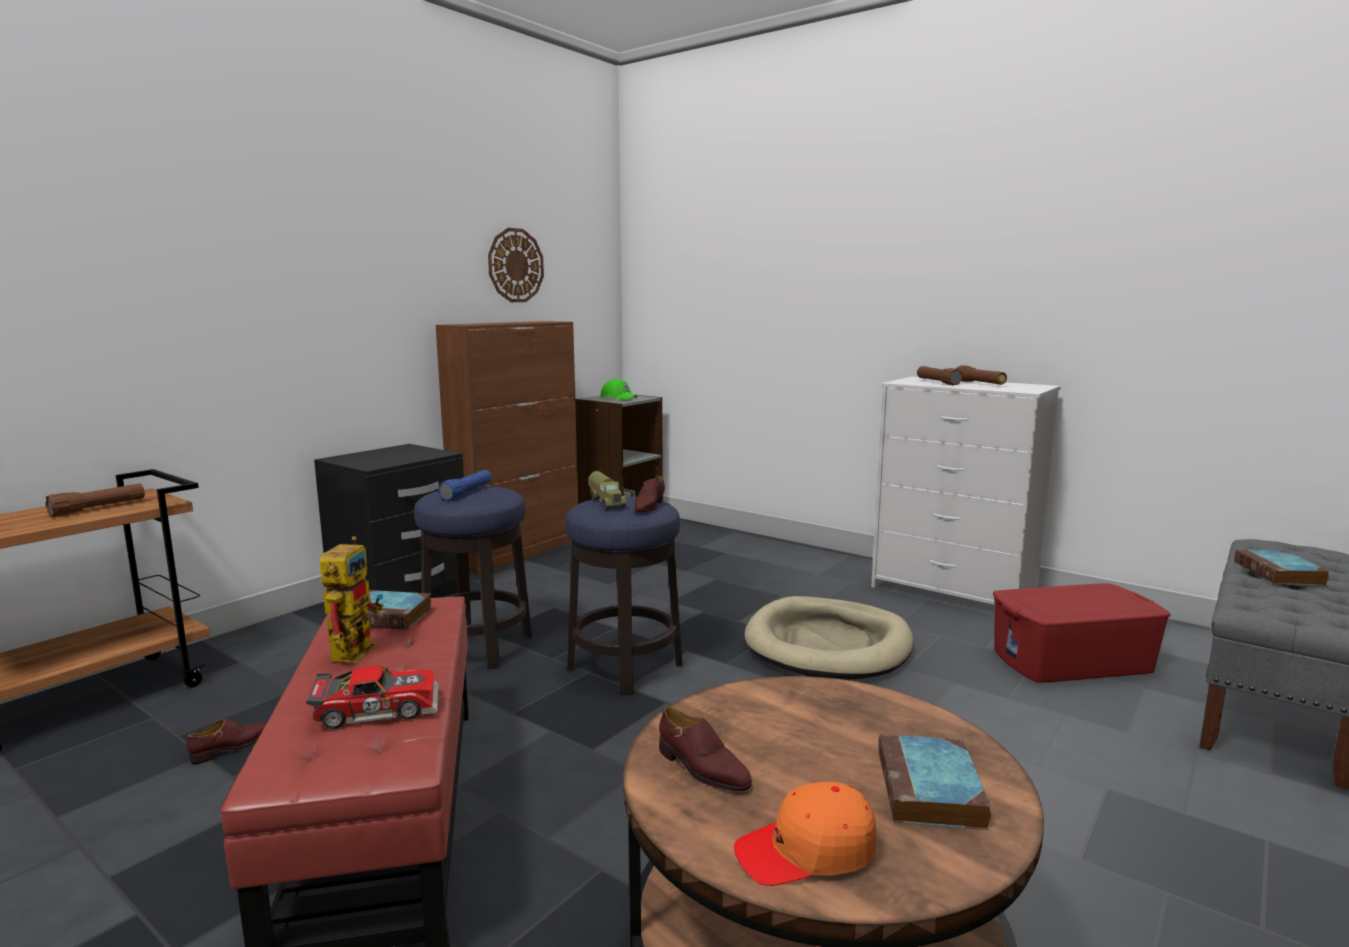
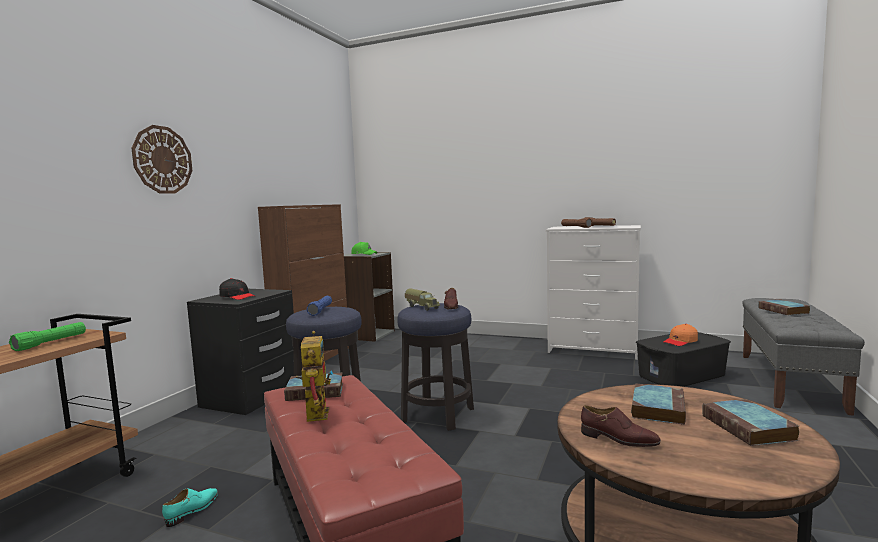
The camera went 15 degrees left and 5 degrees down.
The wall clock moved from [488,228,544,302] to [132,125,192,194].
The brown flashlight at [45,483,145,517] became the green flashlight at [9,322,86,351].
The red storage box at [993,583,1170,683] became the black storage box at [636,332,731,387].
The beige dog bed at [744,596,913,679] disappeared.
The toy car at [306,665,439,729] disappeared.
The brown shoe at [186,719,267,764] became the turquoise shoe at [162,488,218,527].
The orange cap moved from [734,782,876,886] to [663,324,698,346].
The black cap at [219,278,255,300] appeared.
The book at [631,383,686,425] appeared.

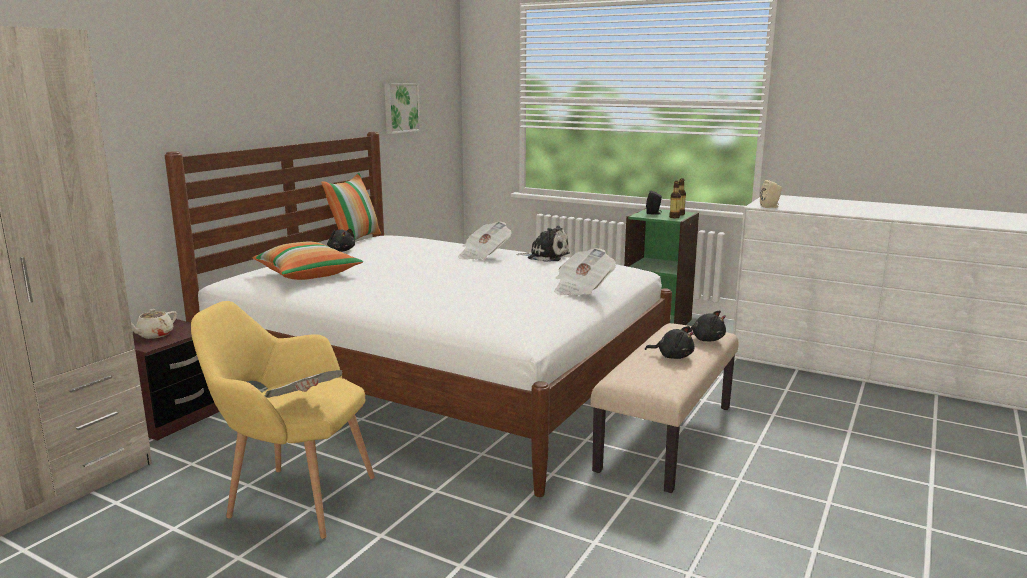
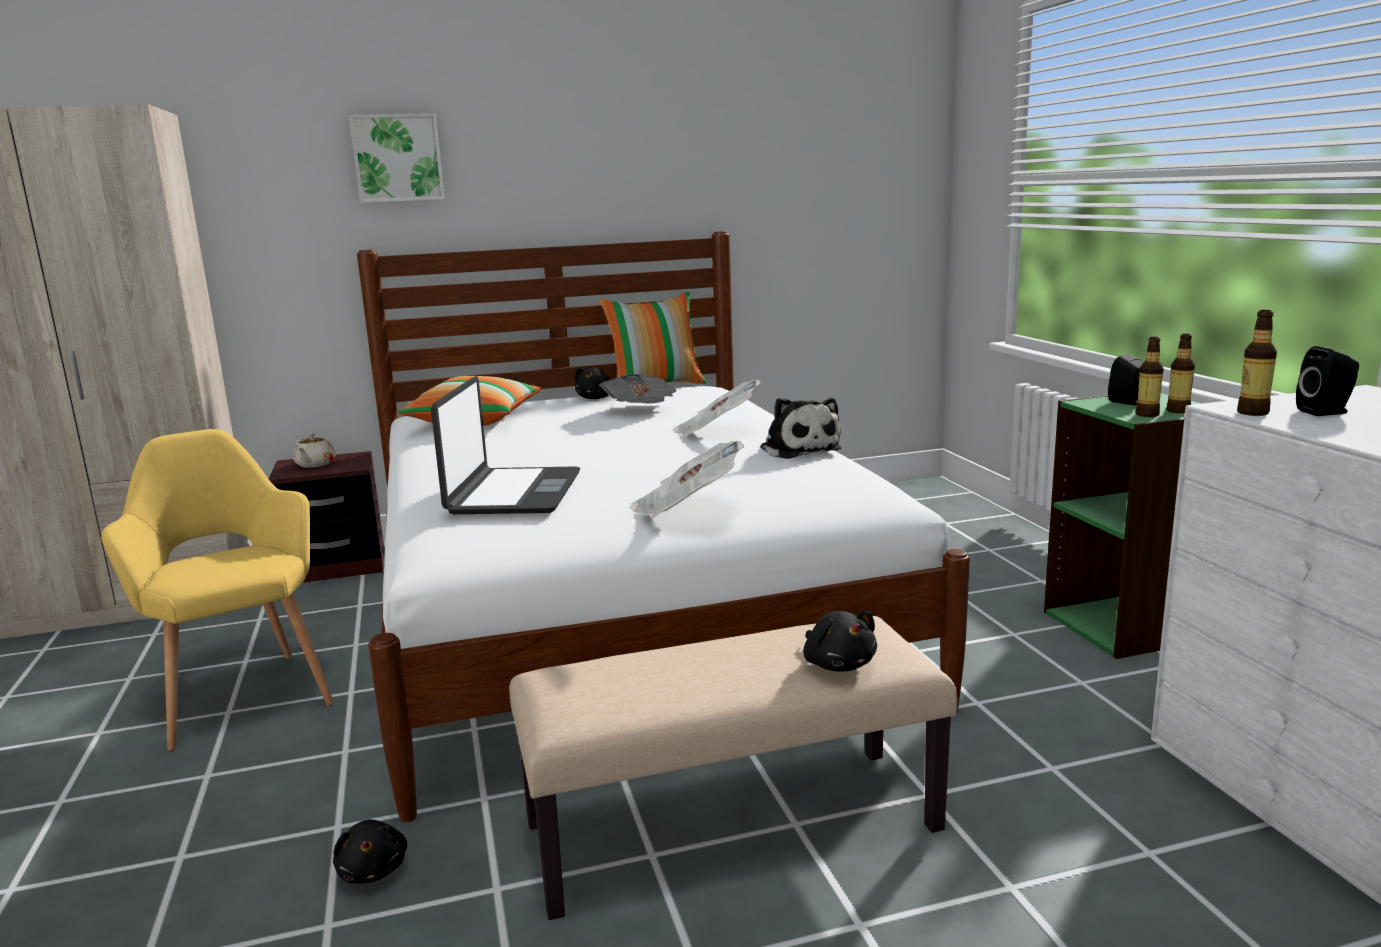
The camera went 45 degrees right and 0 degrees up.
The picture moved from [384,83,420,134] to [349,113,445,203].
The beige speaker at [760,180,782,208] was replaced by the bottle at [1237,310,1277,416].
The beige teapot at [131,309,177,339] turned 75 degrees counterclockwise.
The black plush toy moved from [645,326,694,359] to [333,820,407,884].
The newspaper moved from [265,370,343,398] to [599,374,676,403].
The black speaker at [1296,346,1359,416] appeared.
The laptop at [431,376,580,514] appeared.

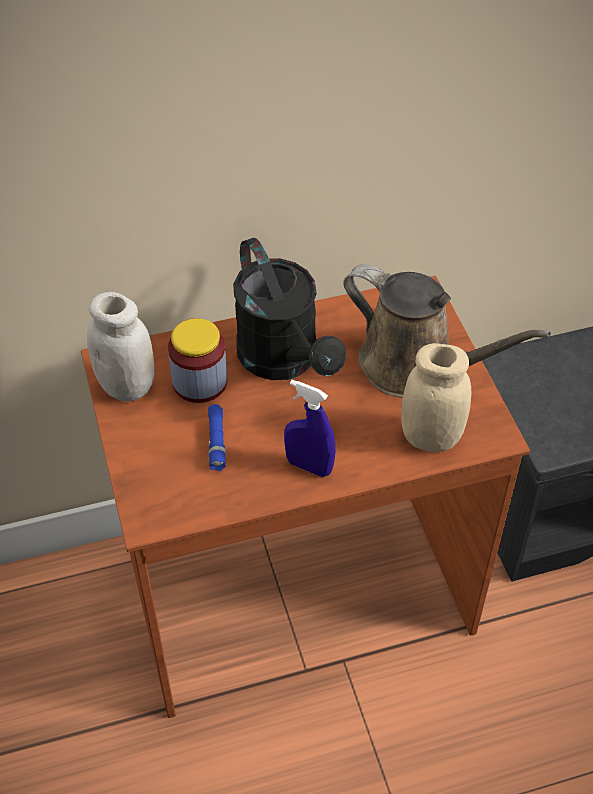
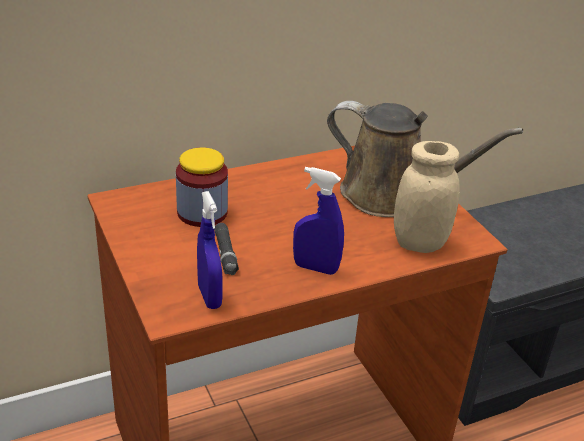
The camera went 10 degrees left and 15 degrees down.
The black watering can at [233,238,346,380] disappeared.
The white jar at [87,292,155,401] disappeared.
The blue flashlight at [208,404,226,471] became the black flashlight at [214,223,239,275].
The blue spray bottle at [197,191,223,309] appeared.

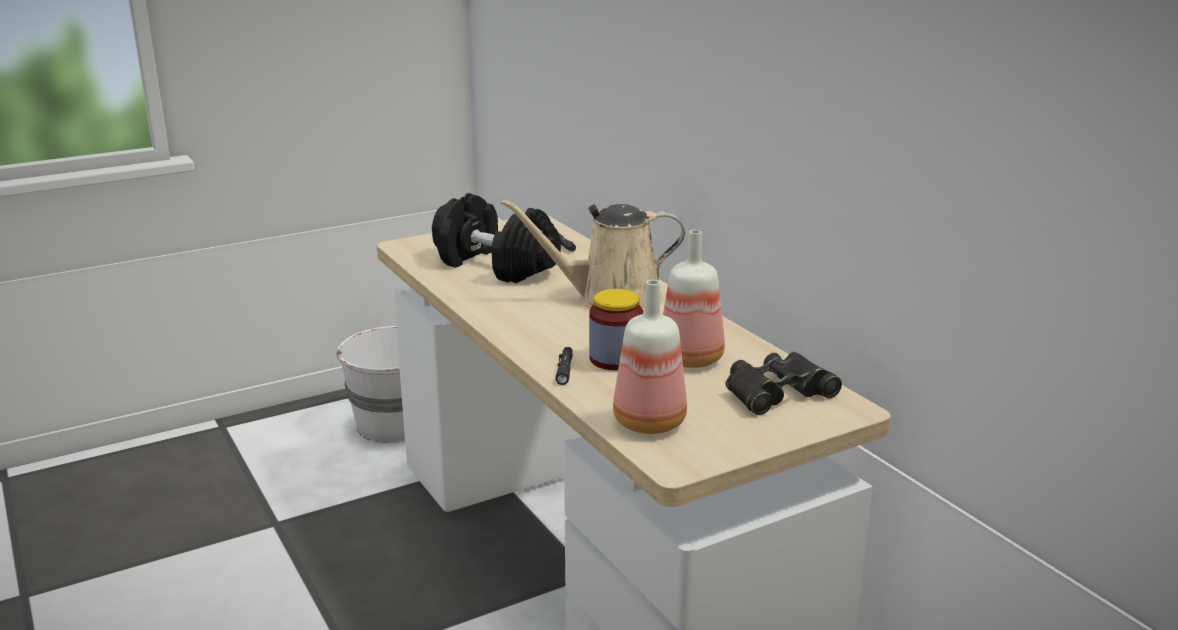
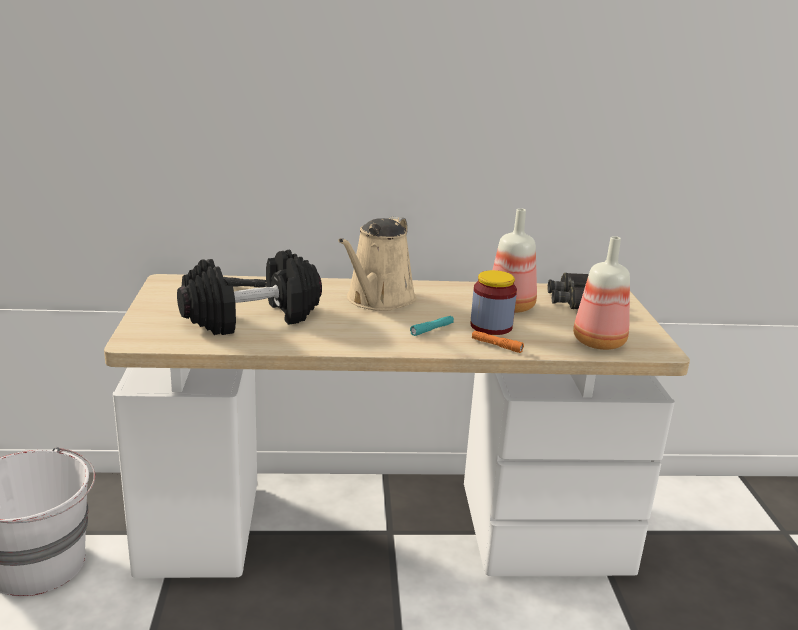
The camera went 65 degrees left and 0 degrees up.
The black flashlight at [556,347,573,385] became the orange flashlight at [472,331,524,353].
The turquoise flashlight at [410,316,454,336] appeared.

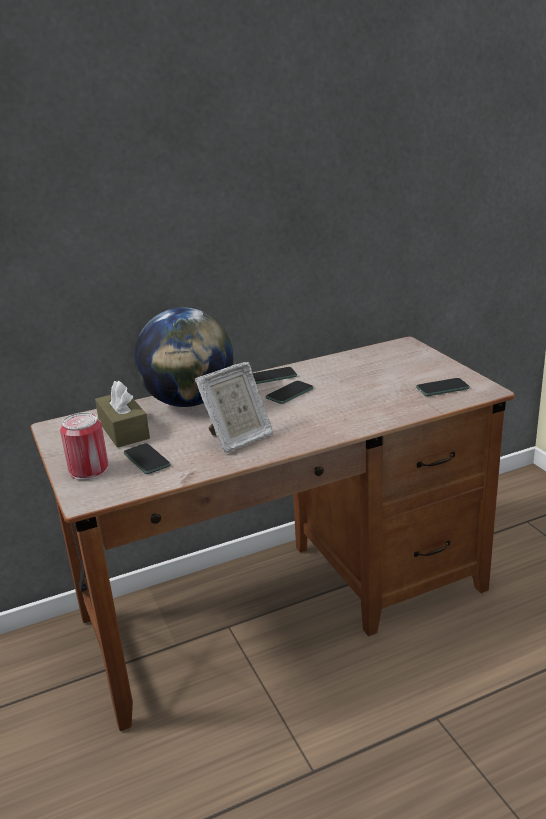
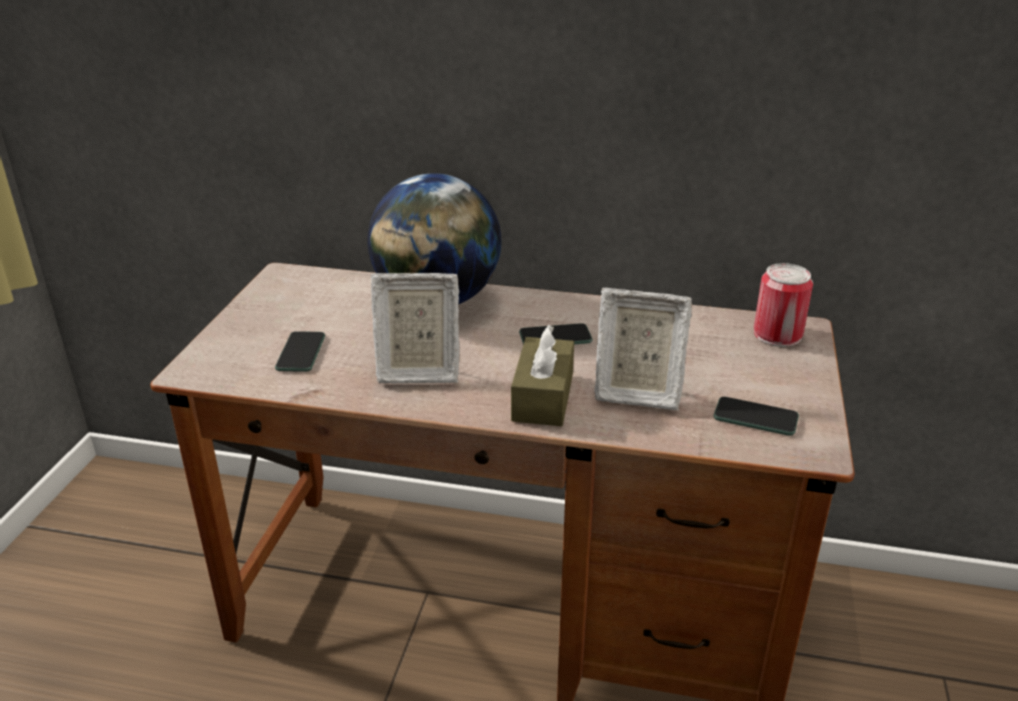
The camera went 35 degrees right and 5 degrees up.
The phone at [252,367,297,384] disappeared.
The brown tissue box moved from [95,380,150,448] to [511,325,574,426].
The can moved from [60,412,108,480] to [754,263,813,347].
The picture frame at [594,288,692,410] appeared.

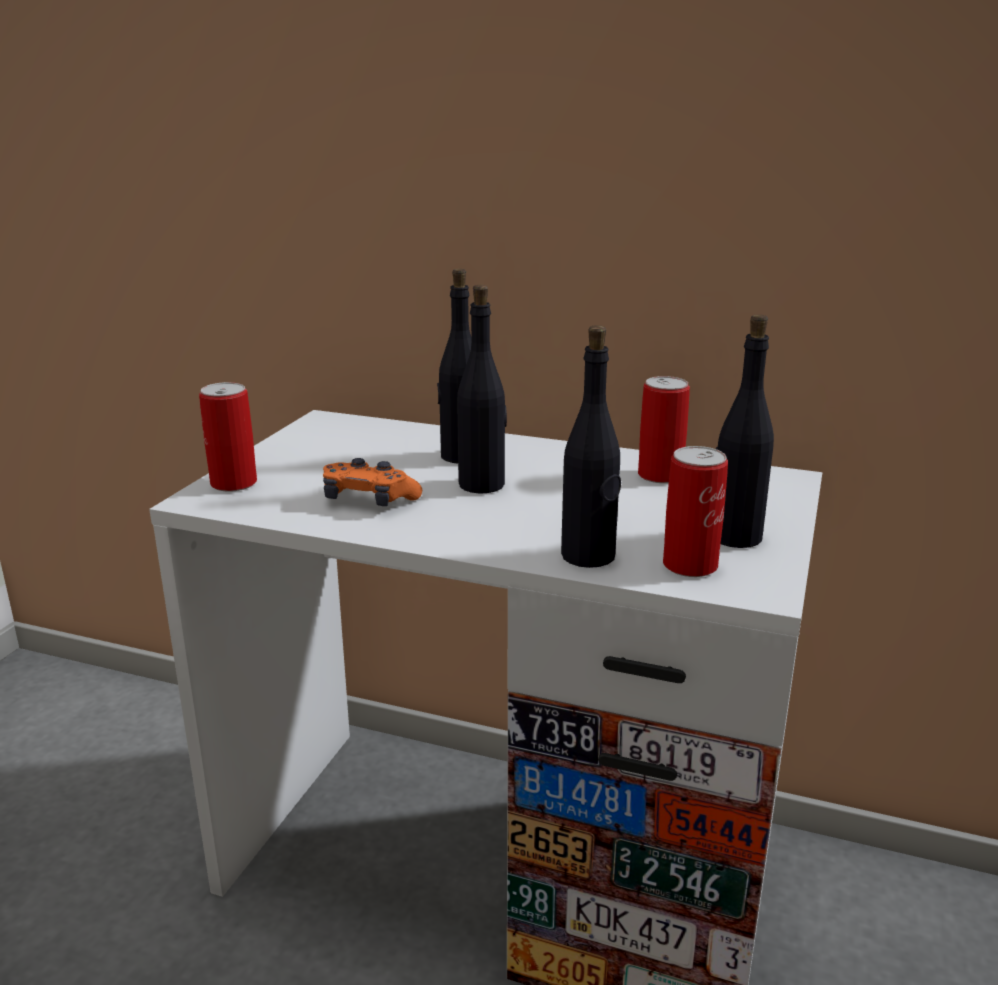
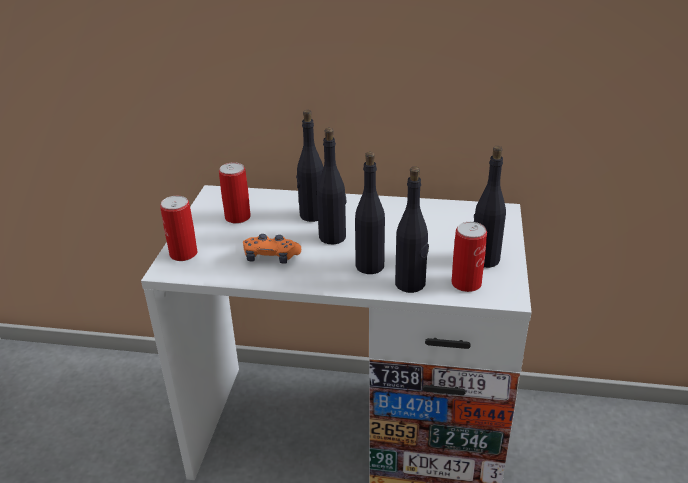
The camera went 10 degrees left and 10 degrees up.
The can moved from [638,376,690,483] to [219,162,251,224].
The black bottle at [355,152,385,274] appeared.

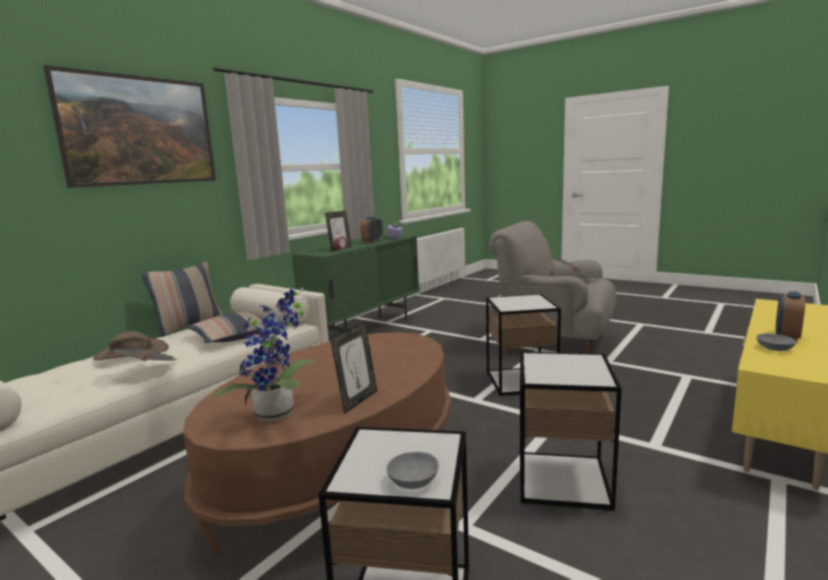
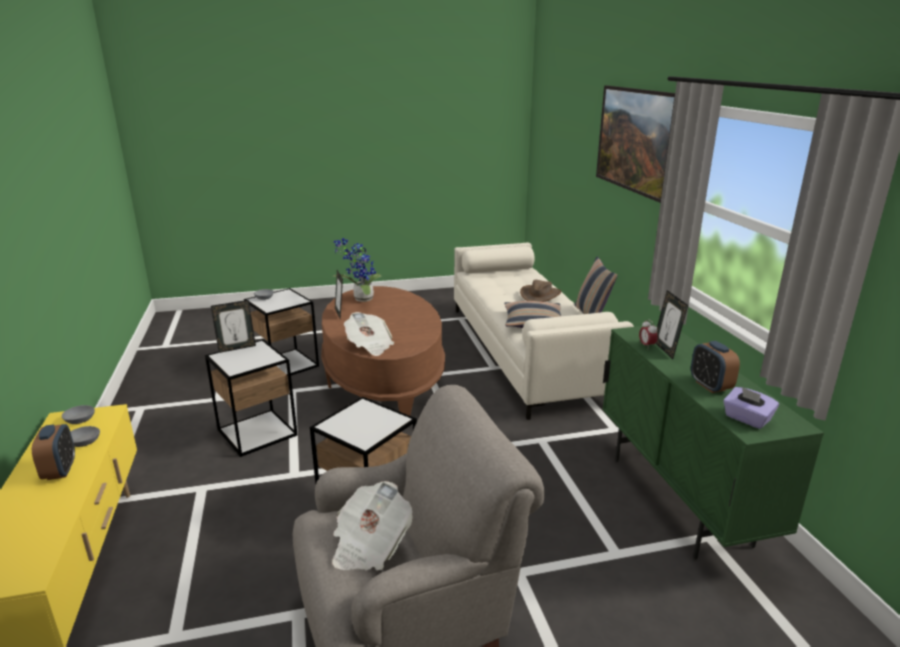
The camera went 130 degrees right and 10 degrees up.
The newspaper moved from [108,348,178,361] to [344,312,394,356].
The picture frame at [211,300,256,353] appeared.
The grey bowl at [62,405,95,424] appeared.

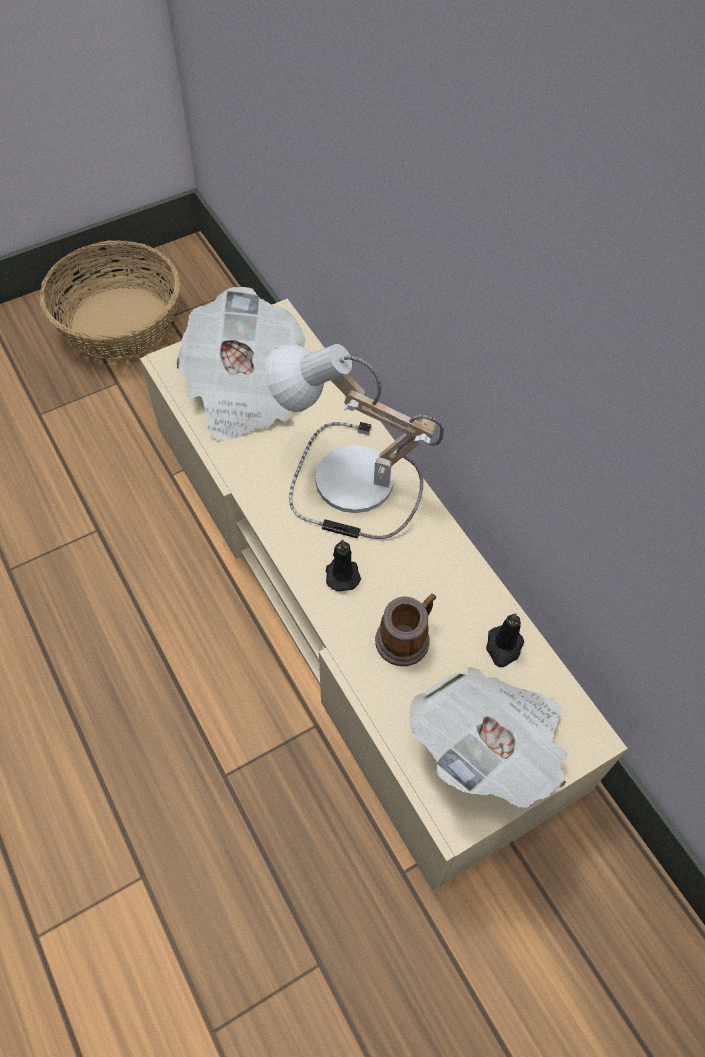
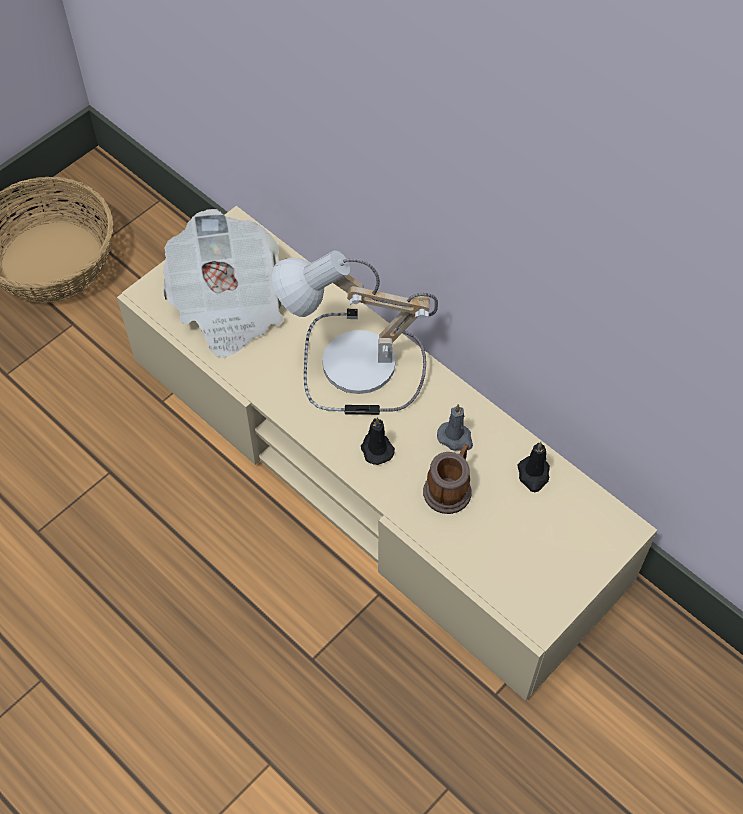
The camera went 15 degrees left and 0 degrees up.
The newspaper at [409,667,568,808] disappeared.
The grey candle at [437,404,473,451] appeared.

